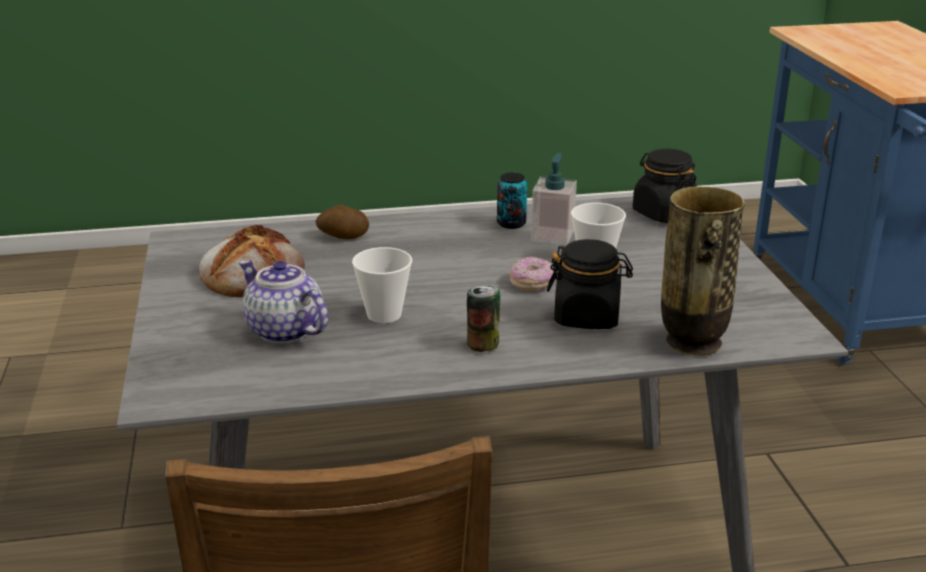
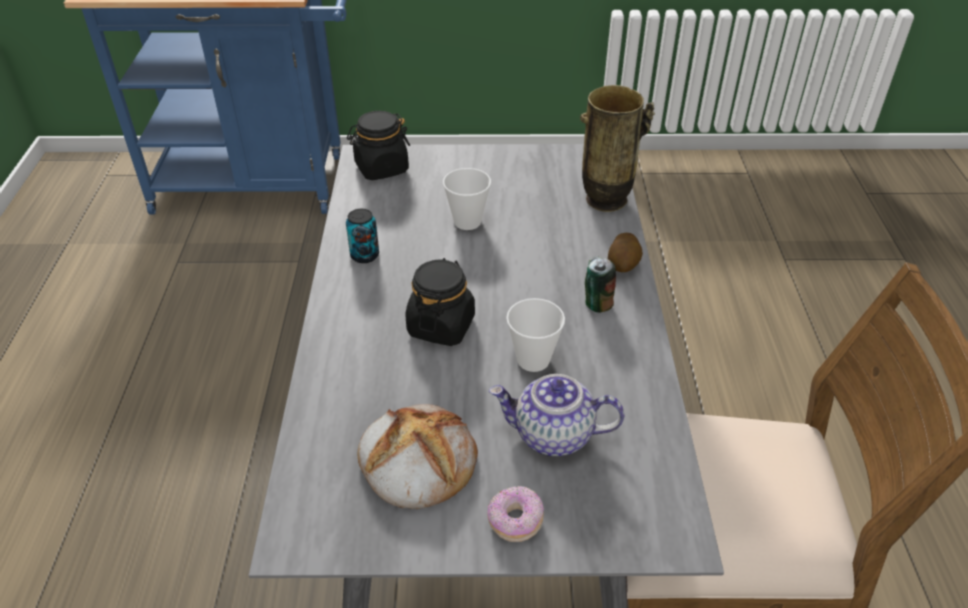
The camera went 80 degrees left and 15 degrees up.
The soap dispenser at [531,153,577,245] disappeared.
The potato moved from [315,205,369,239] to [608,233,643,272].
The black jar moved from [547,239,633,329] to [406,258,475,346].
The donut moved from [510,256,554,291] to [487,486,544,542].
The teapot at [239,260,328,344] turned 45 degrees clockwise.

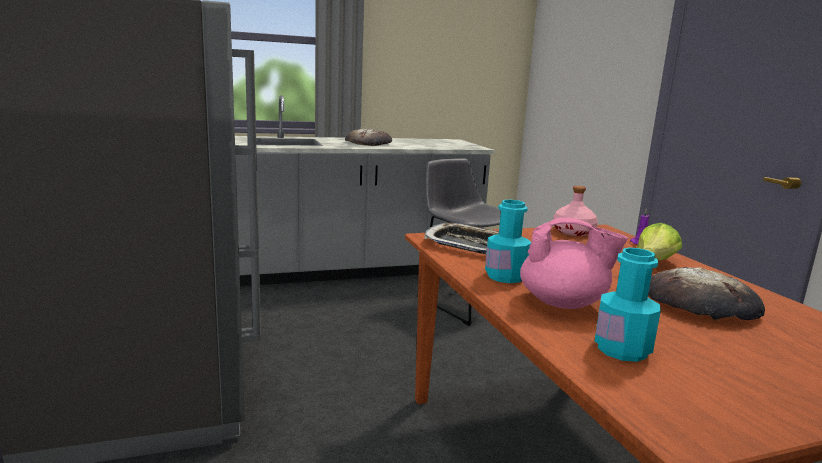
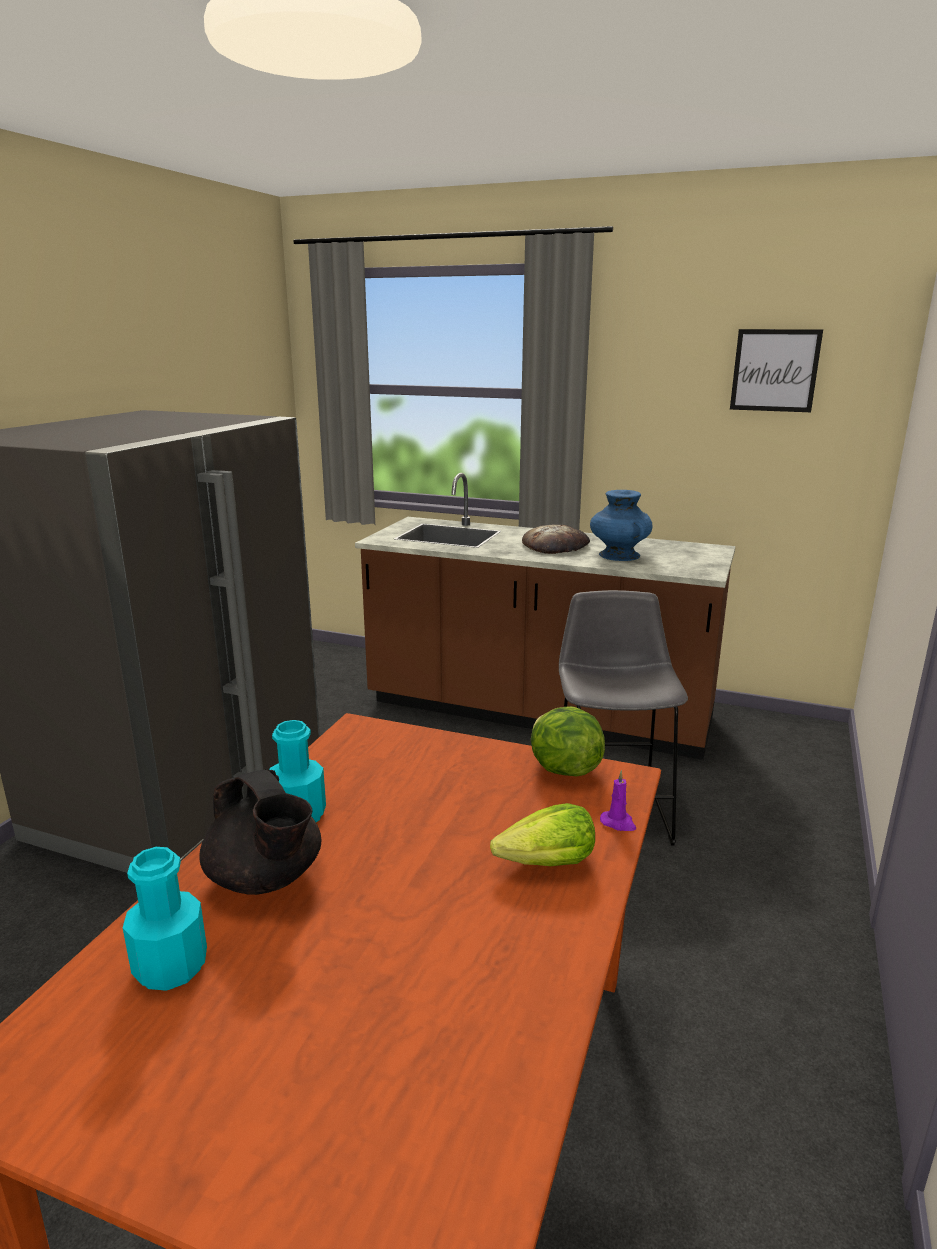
The camera went 40 degrees right and 5 degrees up.
The grey counter at [235,95,495,286] became the brown counter at [355,473,736,760].
The pink bottle at [553,186,598,236] was replaced by the lettuce at [531,706,605,777].
The pink teapot at [520,217,628,309] became the black teapot at [199,769,321,895].
The tray at [424,223,499,254] disappeared.
The bread at [648,267,765,320] disappeared.
The picture at [730,329,823,412] appeared.
The blue vase at [590,490,653,561] appeared.

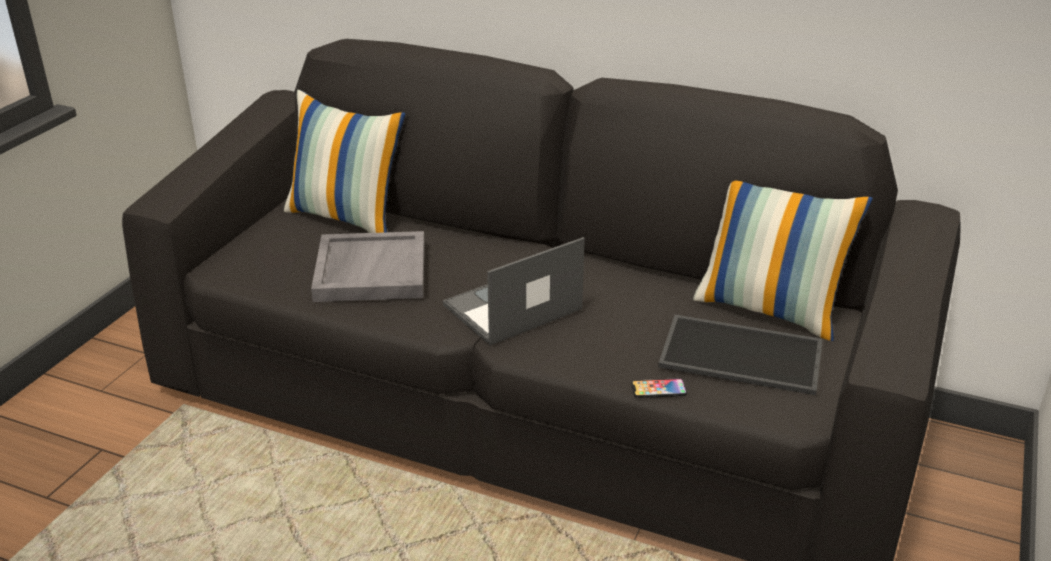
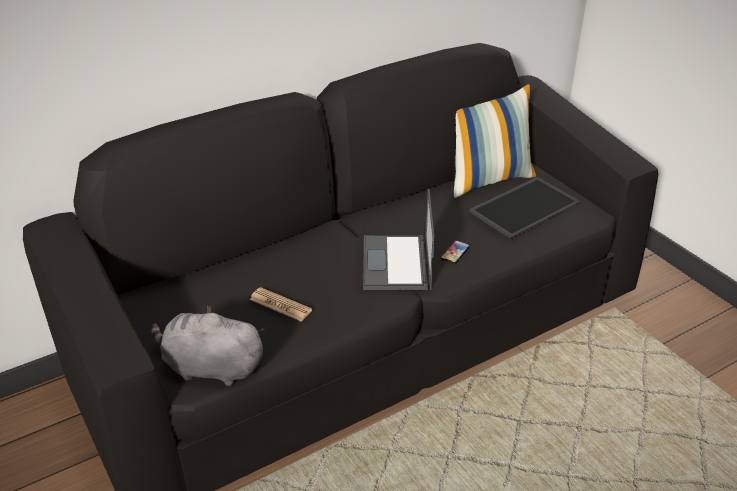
The camera went 55 degrees left and 5 degrees up.
The pillow at [284,90,405,233] disappeared.
The grey tray at [311,231,425,302] was replaced by the newspaper at [250,287,312,322].
The phone moved from [631,378,687,398] to [441,240,470,264].
The grey plush toy at [151,305,264,386] appeared.

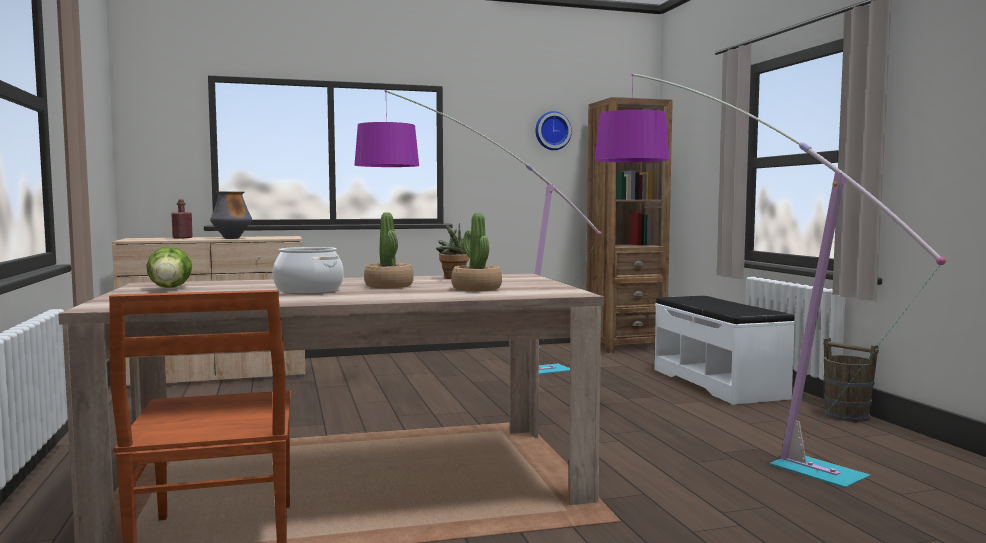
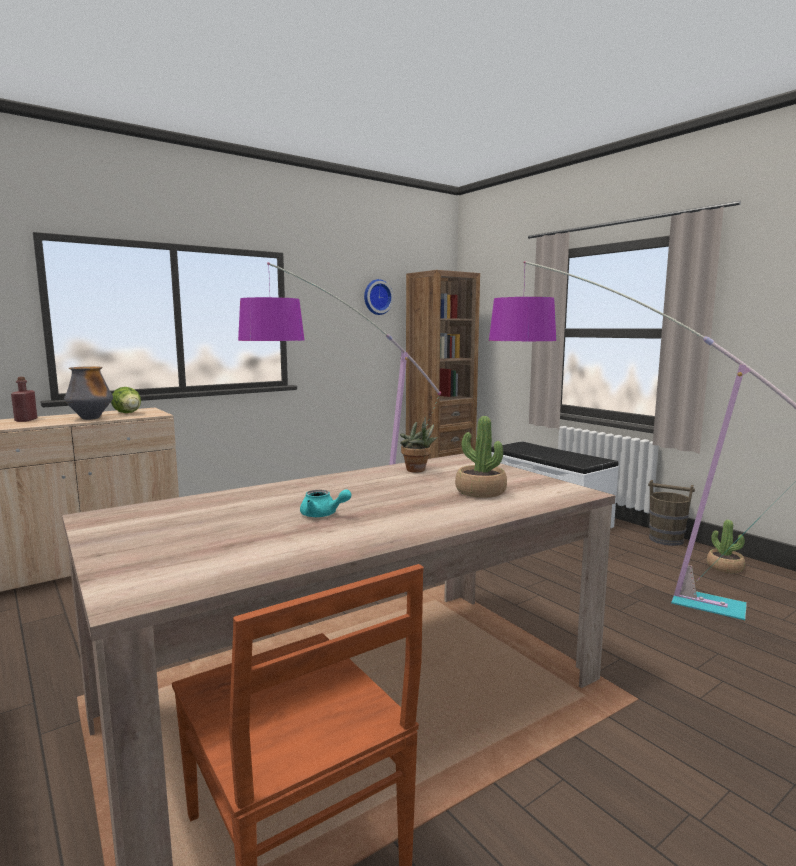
The camera went 20 degrees left and 5 degrees up.
The potted plant moved from [364,212,414,288] to [707,520,745,573].
The lettuce moved from [146,247,192,288] to [111,387,141,413].
The cooking pot at [273,247,344,294] was replaced by the turquoise teapot at [300,489,351,517].

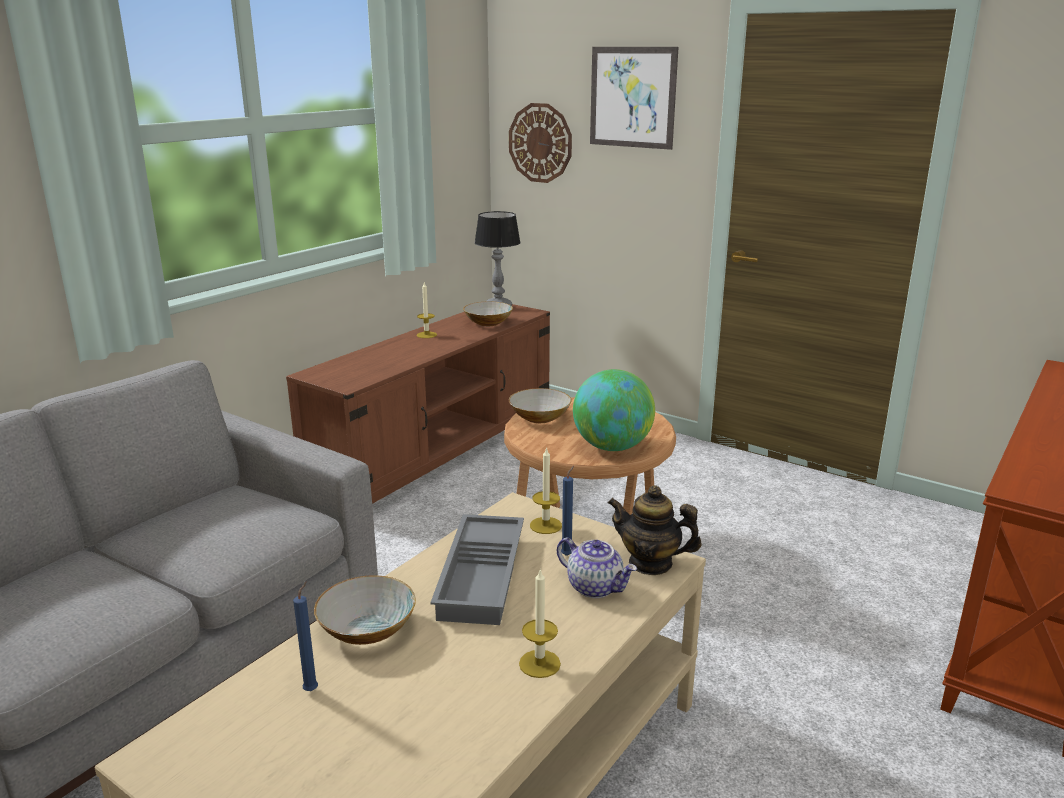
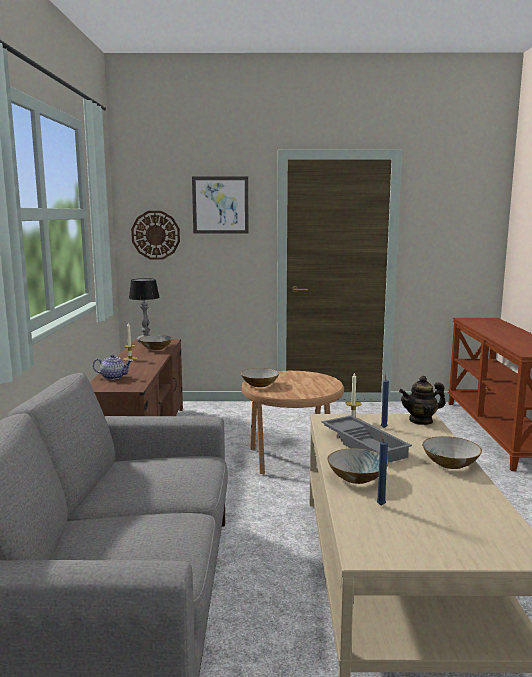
The camera went 35 degrees left and 10 degrees down.
The globe at [573,369,655,451] disappeared.
The teapot moved from [557,537,637,598] to [93,354,132,380].
The candle at [519,570,561,678] was replaced by the bowl at [422,436,482,469].

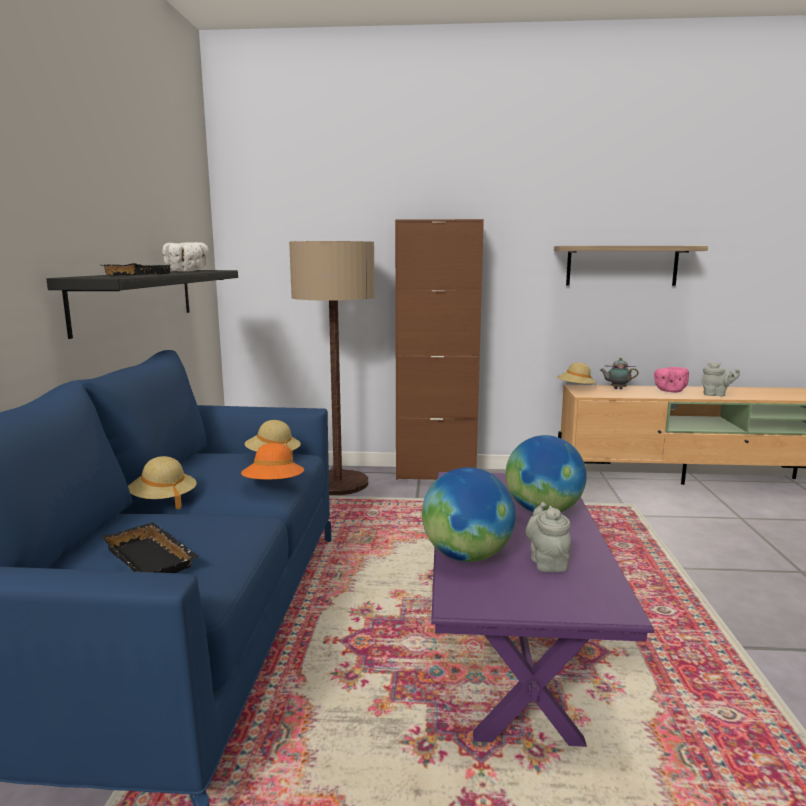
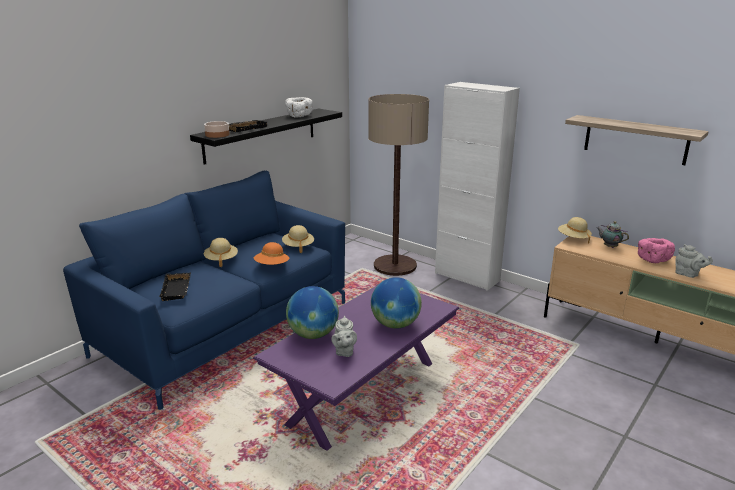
The camera went 35 degrees right and 10 degrees up.
The brown cabinet at [395,219,484,480] became the white cabinet at [435,82,520,291].
The grey teapot at [526,502,571,572] turned 150 degrees clockwise.
The bowl at [204,121,230,138] appeared.

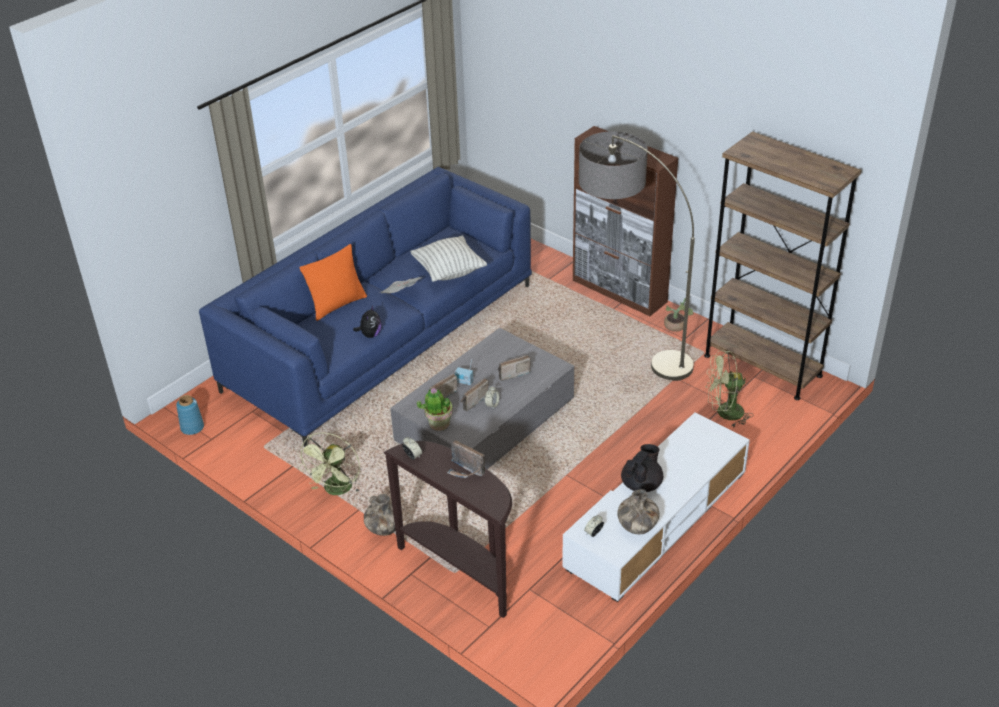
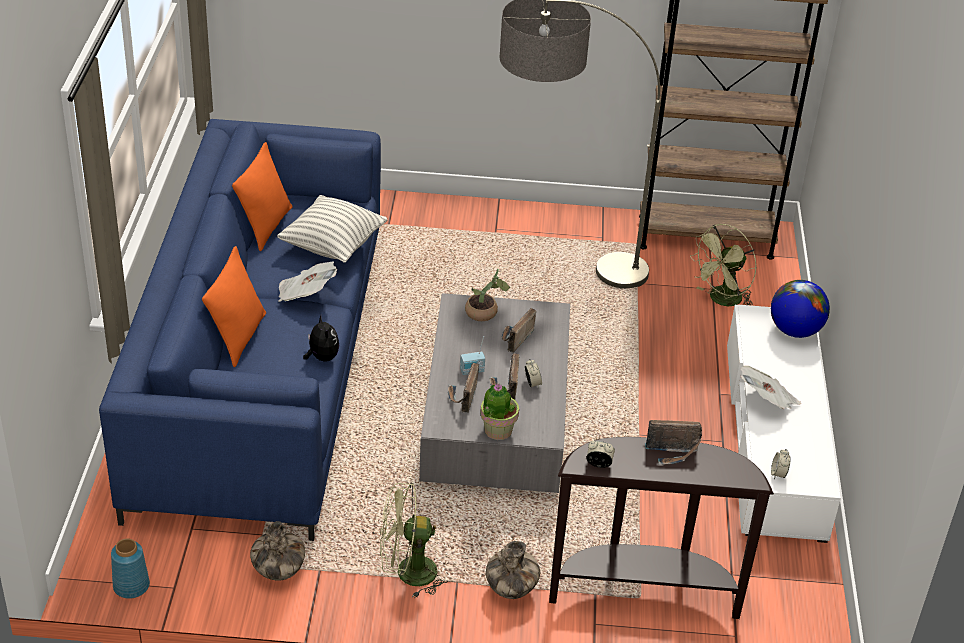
The camera went 40 degrees left and 0 degrees up.
The brown cabinet at [573,126,678,316] disappeared.
The potted plant moved from [664,298,694,332] to [465,269,510,321].
The green fan at [298,432,360,495] turned 105 degrees clockwise.
The black teapot at [621,444,663,492] was replaced by the newspaper at [740,366,801,409].
The vase moved from [617,489,660,534] to [250,521,305,581].
The orange pillow at [232,142,292,251] appeared.
The globe at [771,280,830,338] appeared.

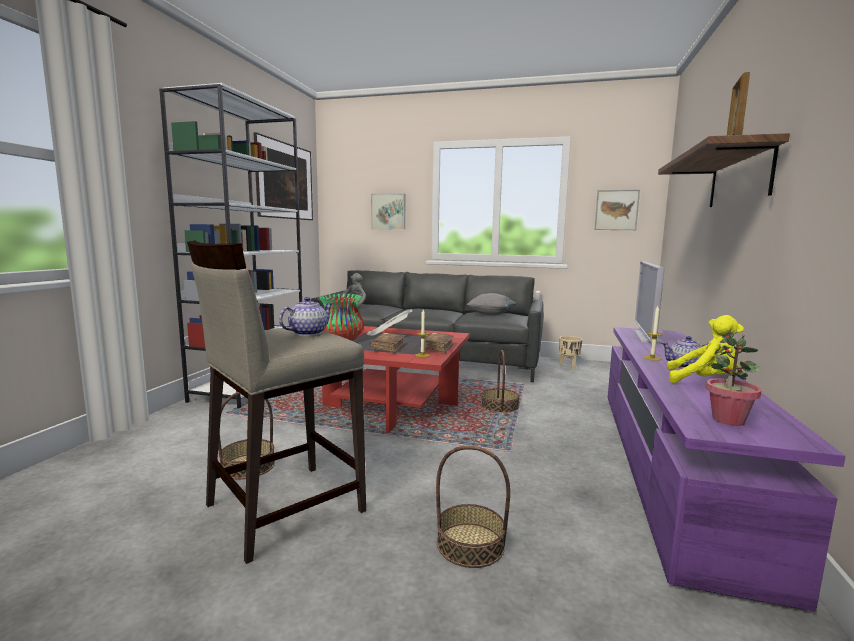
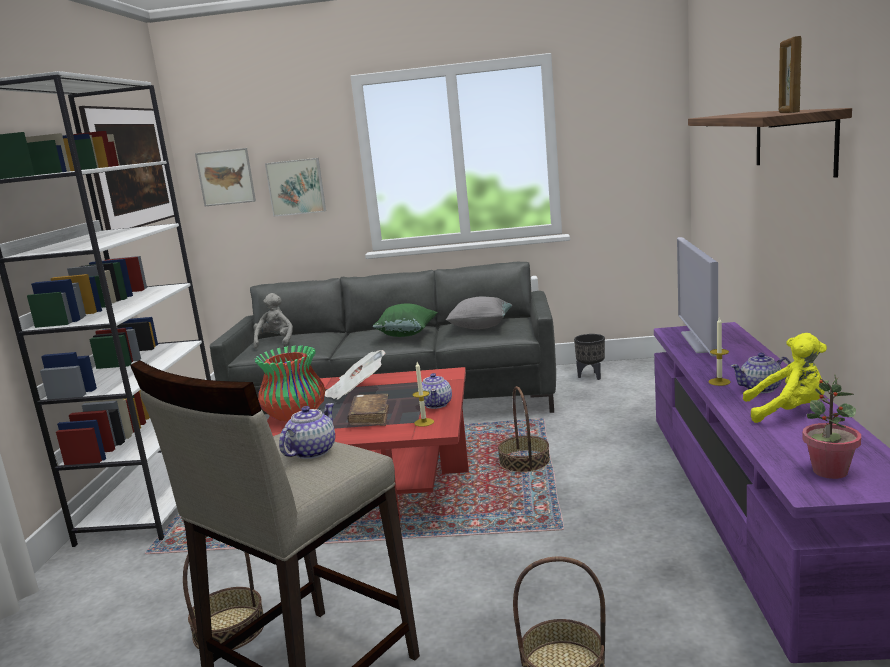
The camera went 10 degrees left and 5 degrees up.
The picture moved from [595,190,640,230] to [195,148,256,206].
The brown book at [420,333,454,353] was replaced by the teapot at [422,373,452,409].
The beige planter at [559,336,582,369] became the black planter at [574,334,605,380].
The green pillow at [372,303,438,337] appeared.

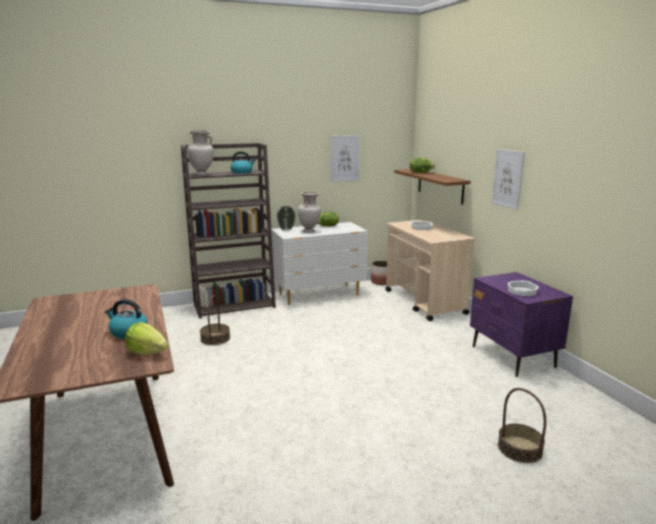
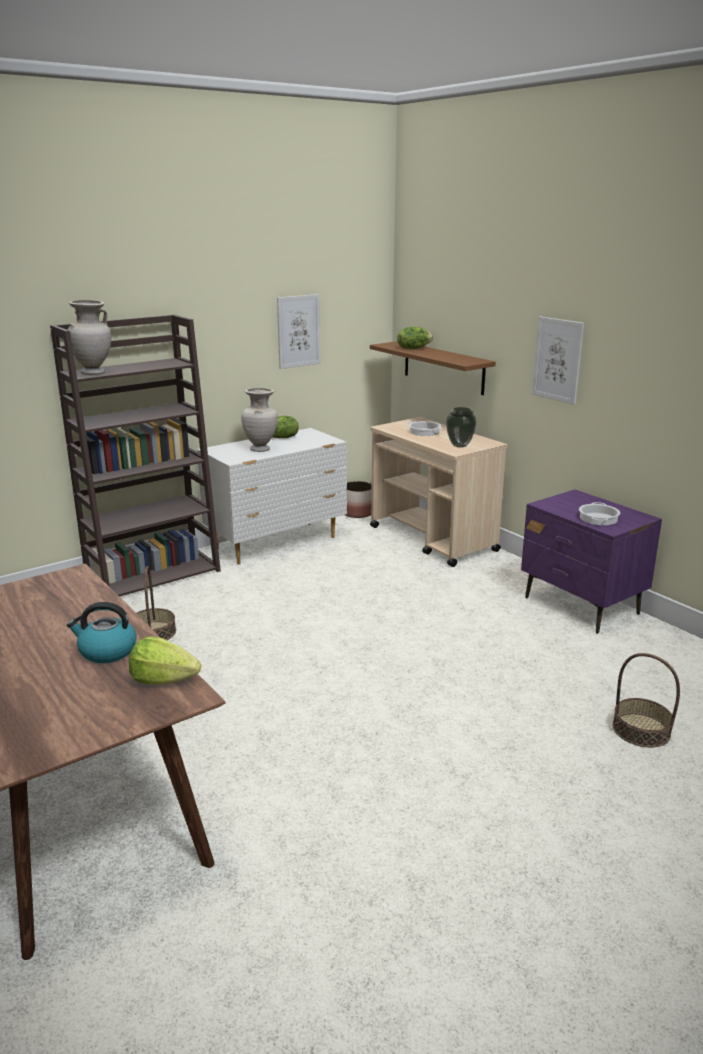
The camera went 15 degrees left and 5 degrees up.
The kettle at [231,151,255,174] disappeared.
The vase moved from [277,206,296,231] to [446,407,476,448].

